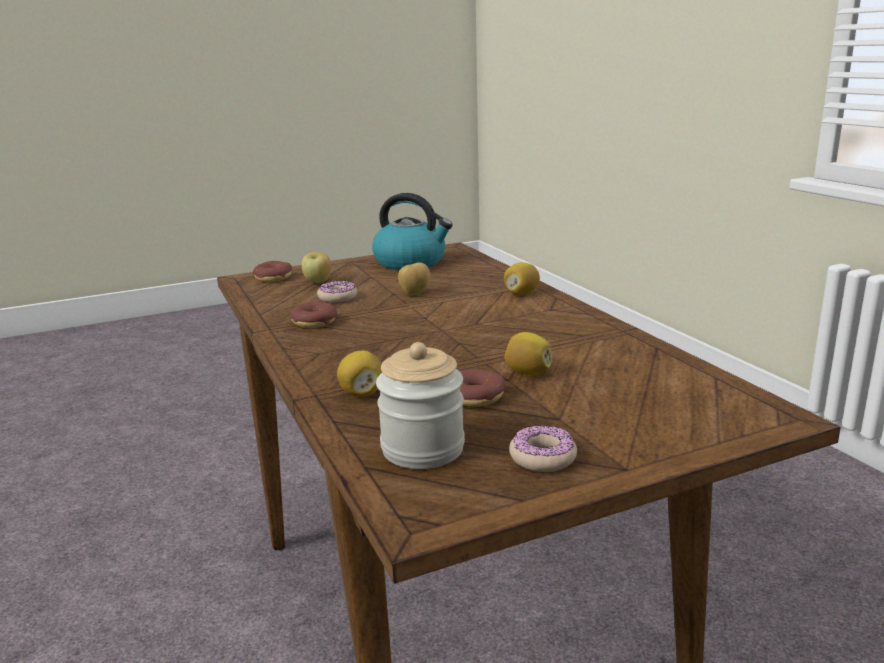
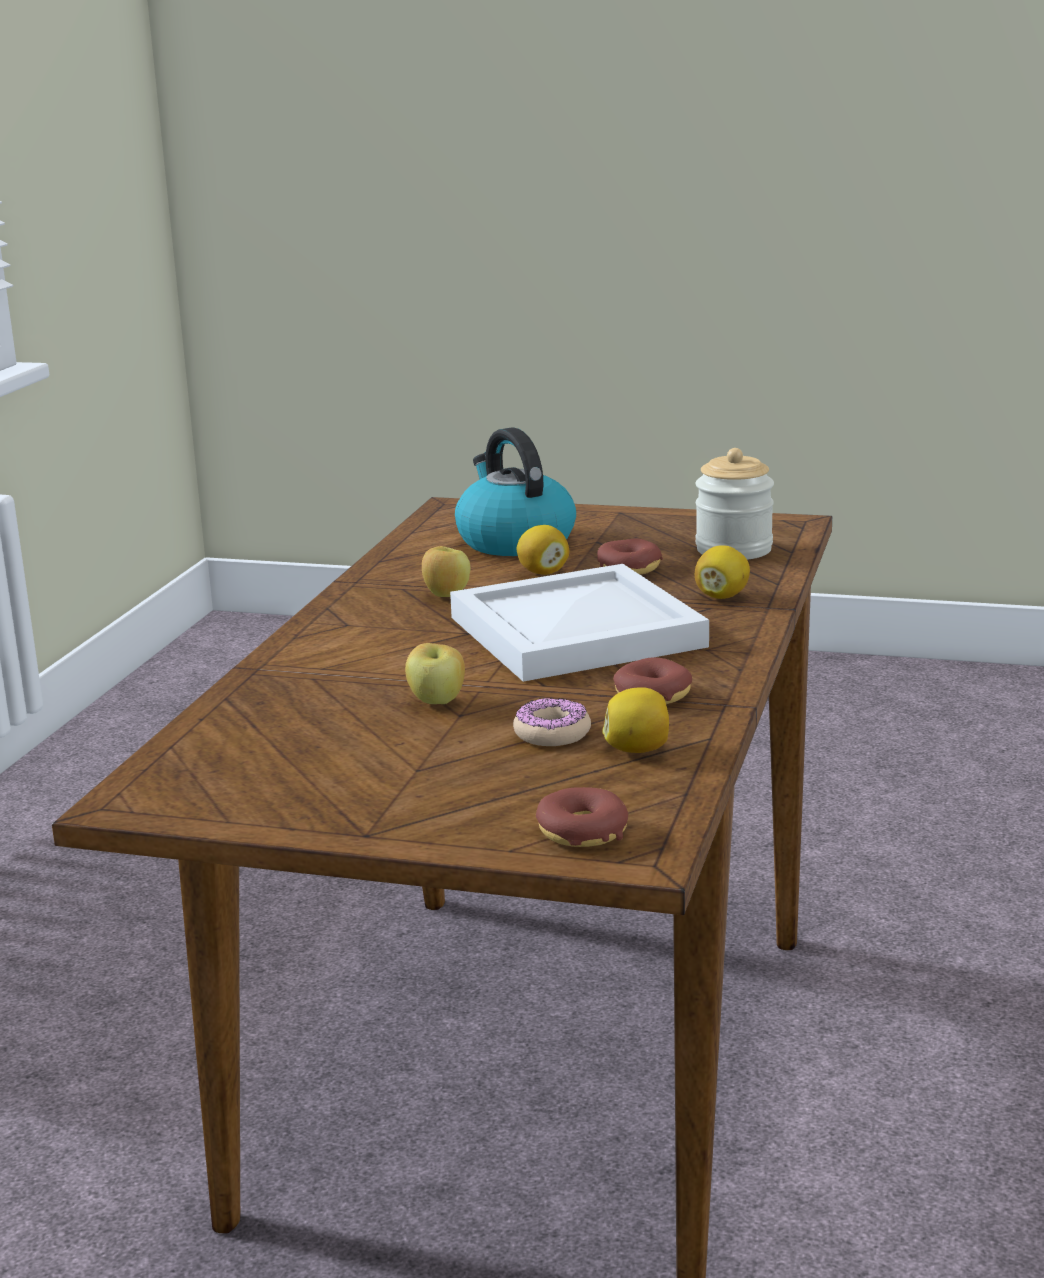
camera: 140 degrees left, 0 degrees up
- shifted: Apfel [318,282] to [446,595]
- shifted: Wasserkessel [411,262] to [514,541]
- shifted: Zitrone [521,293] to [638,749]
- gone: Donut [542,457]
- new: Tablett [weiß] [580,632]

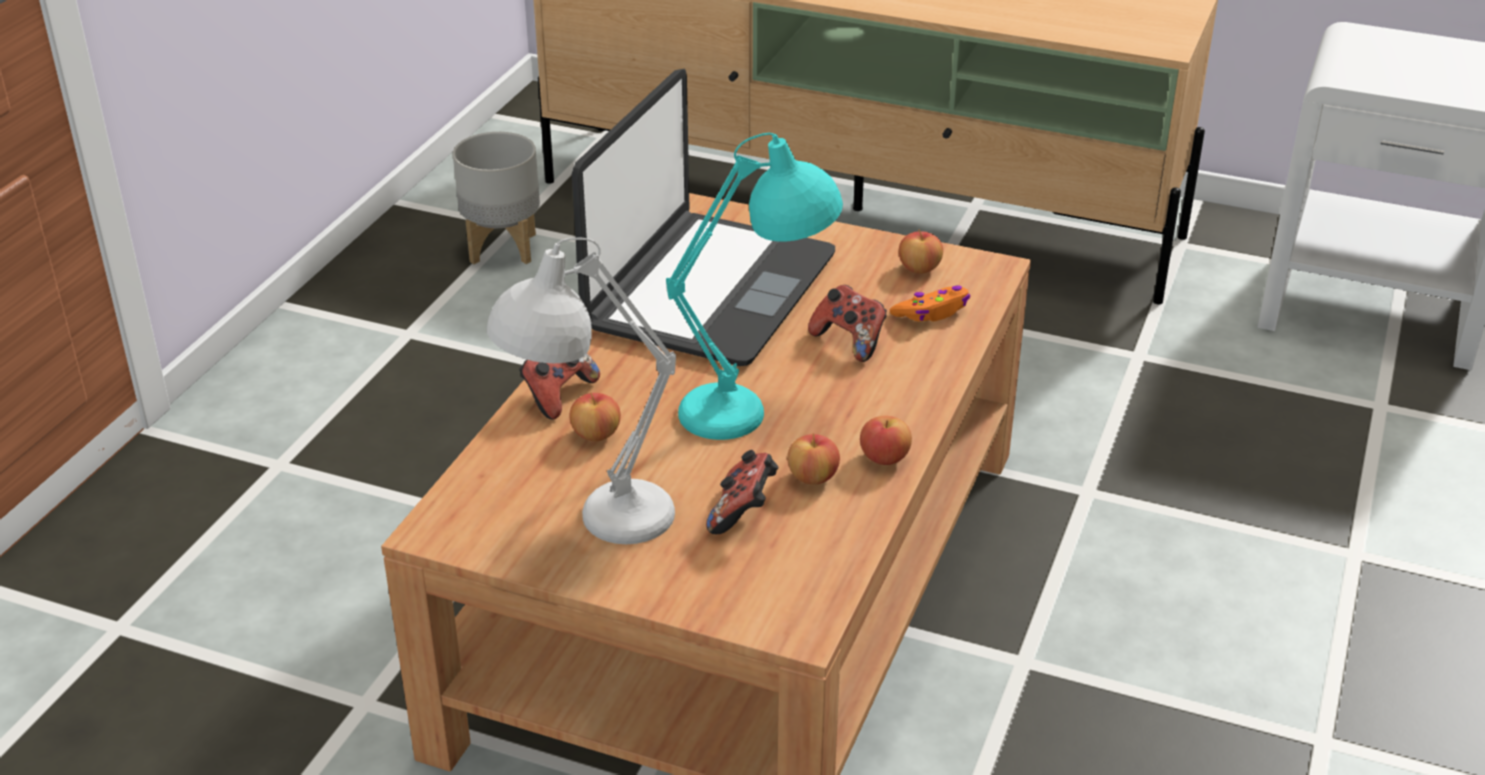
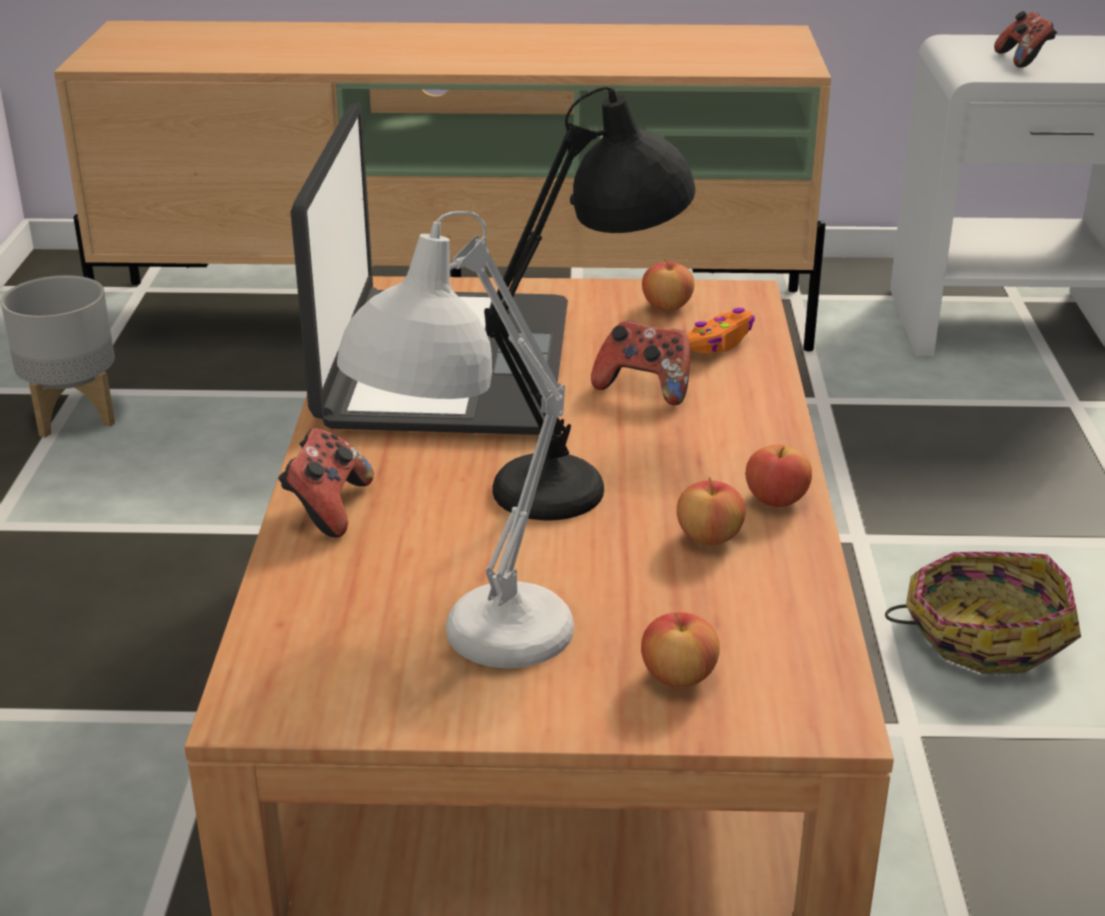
camera: 20 degrees left, 5 degrees down
- shifted: Apfel [596,434] to [678,676]
- repainted: Tischlampe [türkis] [757,410] to Tischlampe [schwarz] [589,478]
- shifted: Gamepad [743,513] to [1023,60]
- new: Korb [983,633]

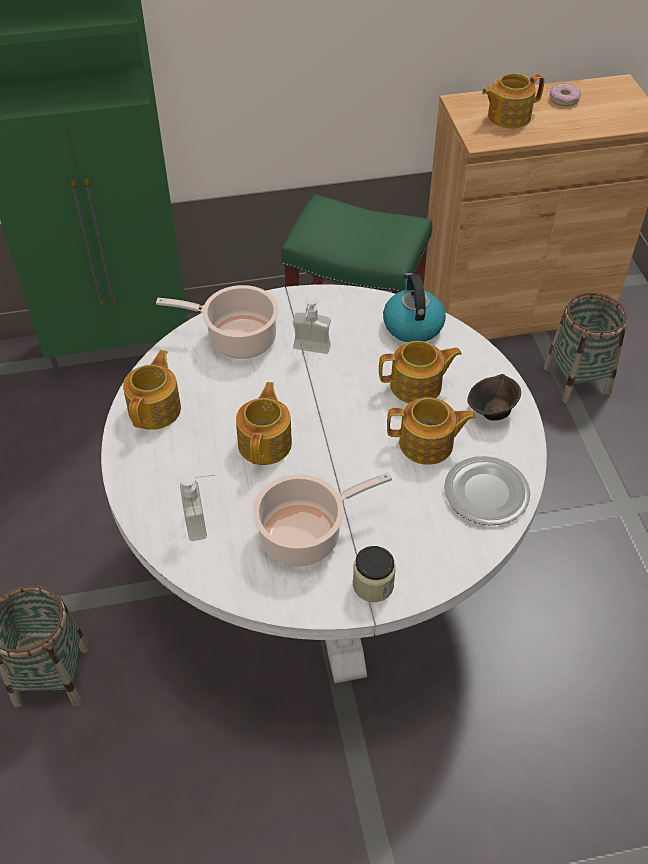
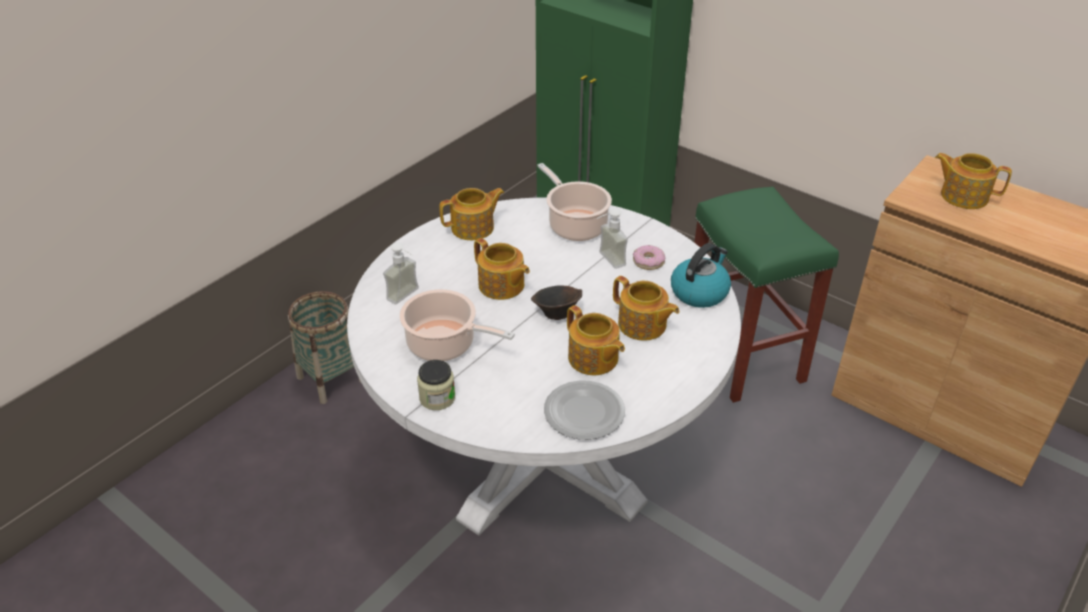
camera: 50 degrees right, 10 degrees down
- rotated: Teekanne [266,443] = [501,286] 75 degrees clockwise
- shifted: Schüssel [braun] [491,412] to [556,314]
- gone: Korb [577,380]
- shifted: Donut [564,99] to [648,262]

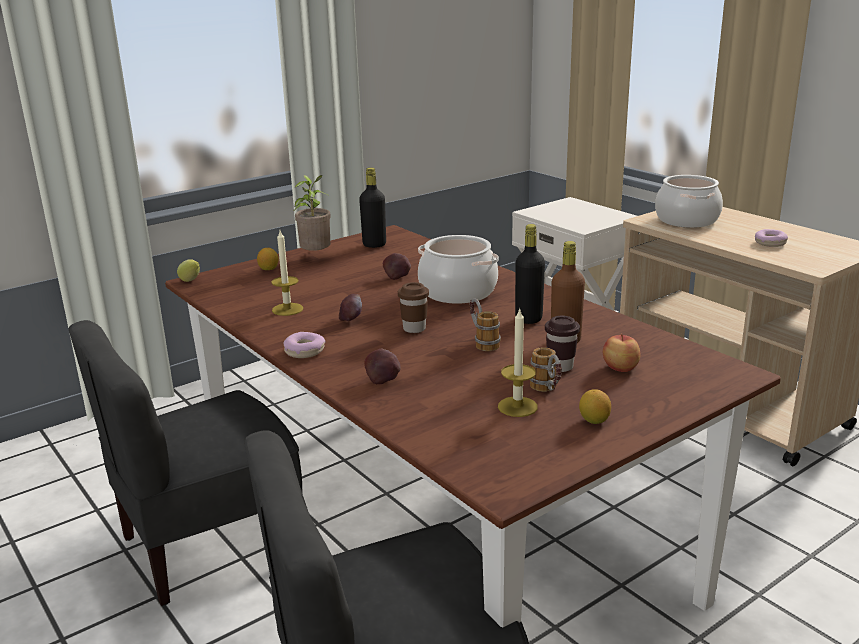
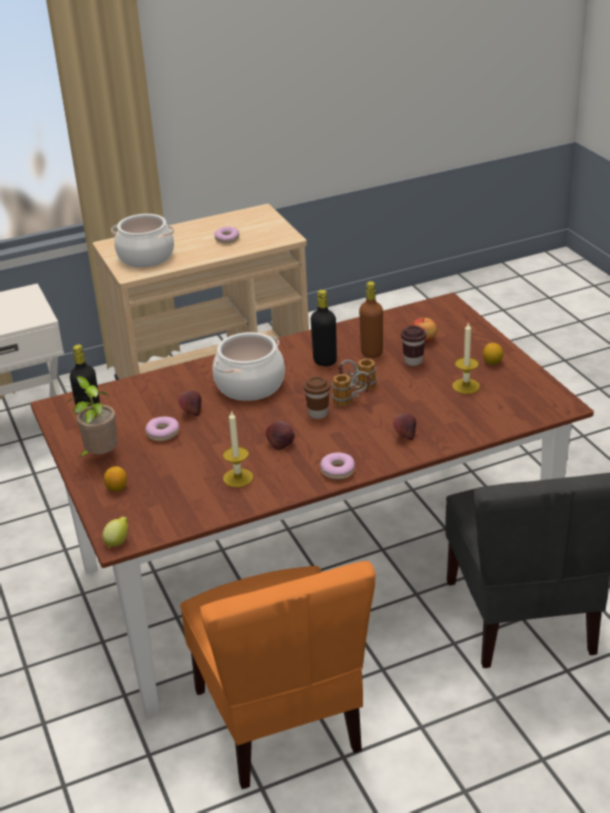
camera: 75 degrees left, 10 degrees up
- repainted: Stuhl [grau] [210,545] to Stuhl [orange] [280,720]
- shifted: Henkelbecher [547,391] to [351,400]
- new: Donut [163,433]

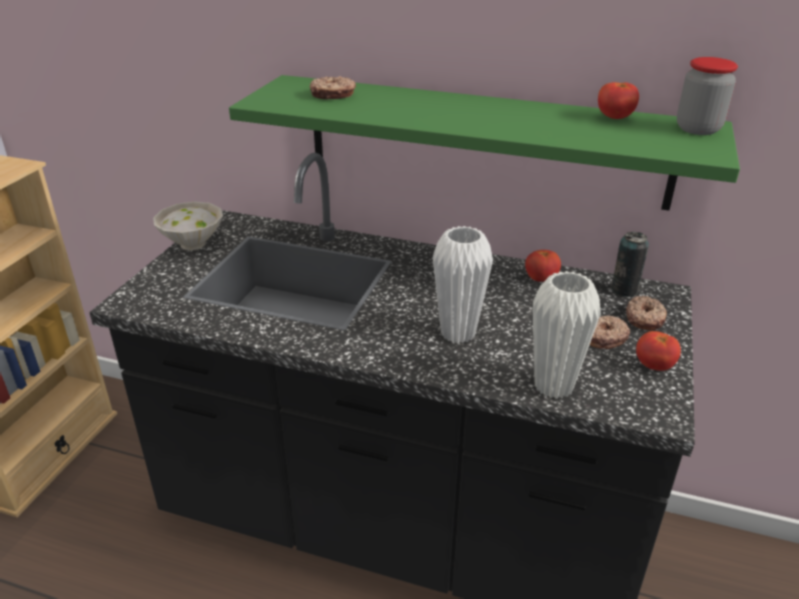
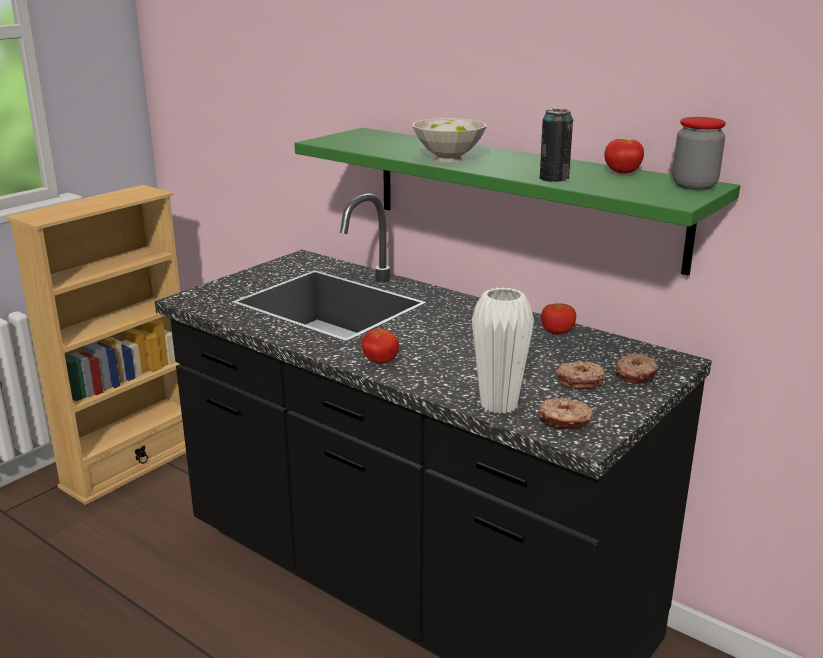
camera: 20 degrees right, 10 degrees down
- shifted: Schüssel [weiß] [191,244] to [447,159]
- shifted: Donut [332,95] to [564,421]
- gone: Vase [weiß] [458,333]
- shifted: Dose [624,289] to [554,178]
- shifted: Tomate [654,366] to [380,361]

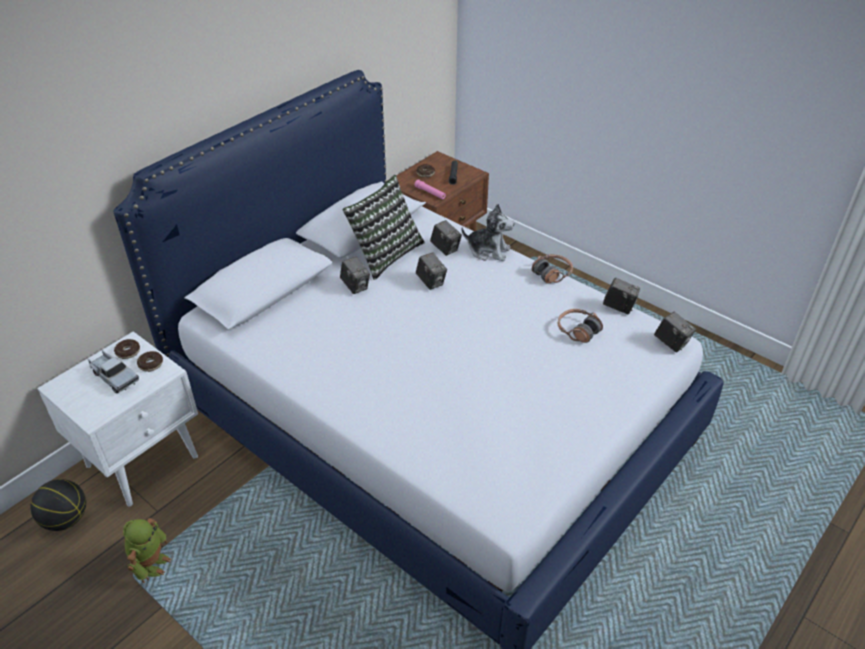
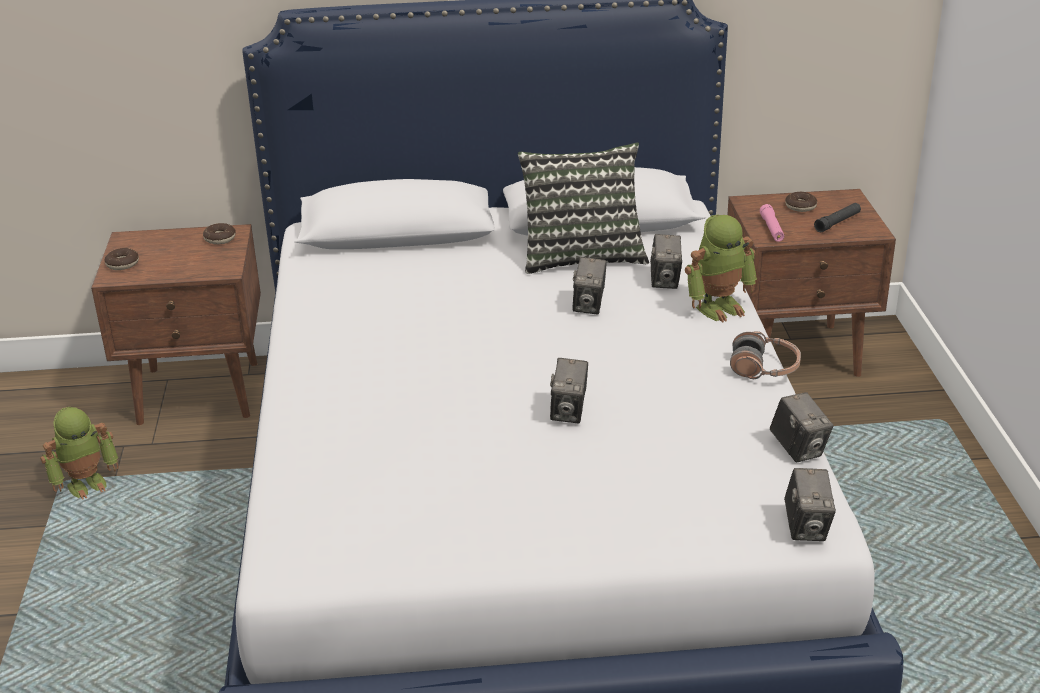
camera: 45 degrees right, 10 degrees down
- gone: Basketball [66,519]
- repainted: Nachttisch [weiß] [144,460] to Nachttisch [braun] [200,393]
- gone: Spielzeuglaster [114,376]
- shifted: Donut [151,364] to [122,264]
- shifted: Kamera [355,286] to [569,412]
- swapped: Plüschtier [488,251] to Spielzeugroboter [718,307]
- gone: Kopfhörer [578,330]

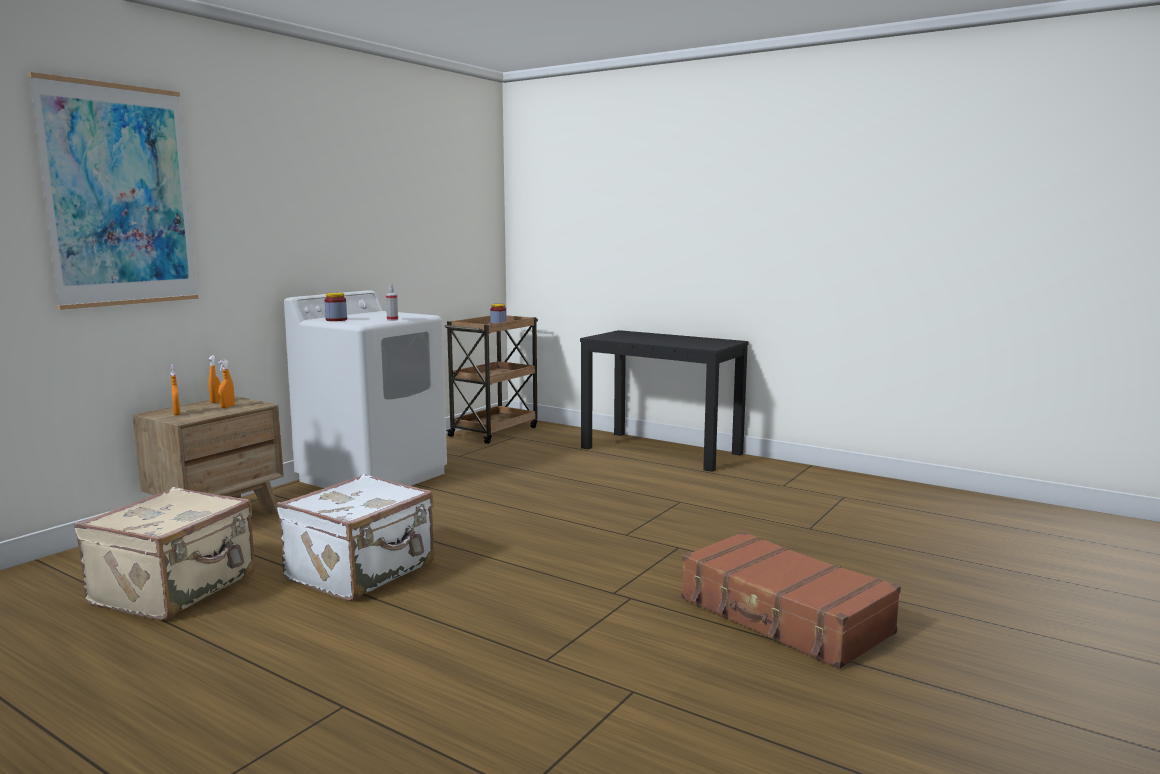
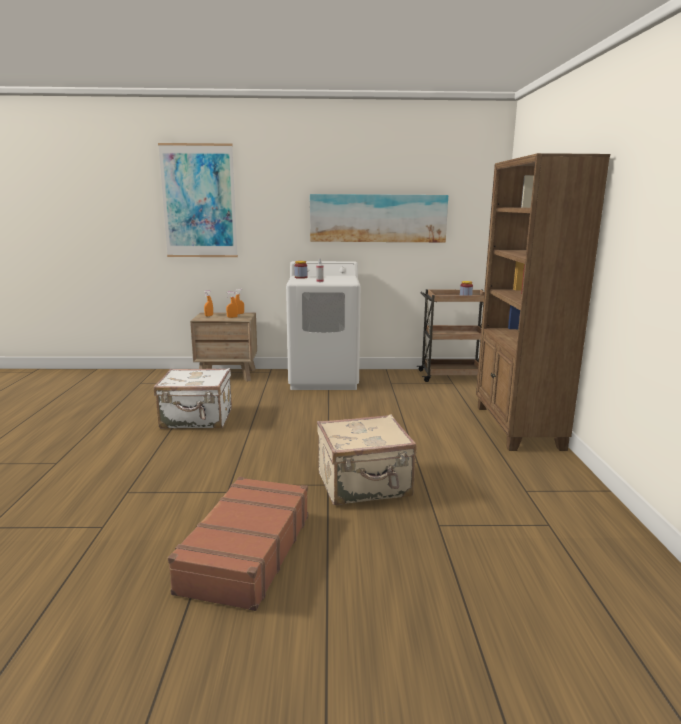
camera: 55 degrees right, 5 degrees up
- shifted: Koffer [beige] [177,589] to [364,485]
- swapped: Konsolentisch [schwarz] [661,451] to Bücherregal [braun] [517,427]
- new: Bild [378,218]

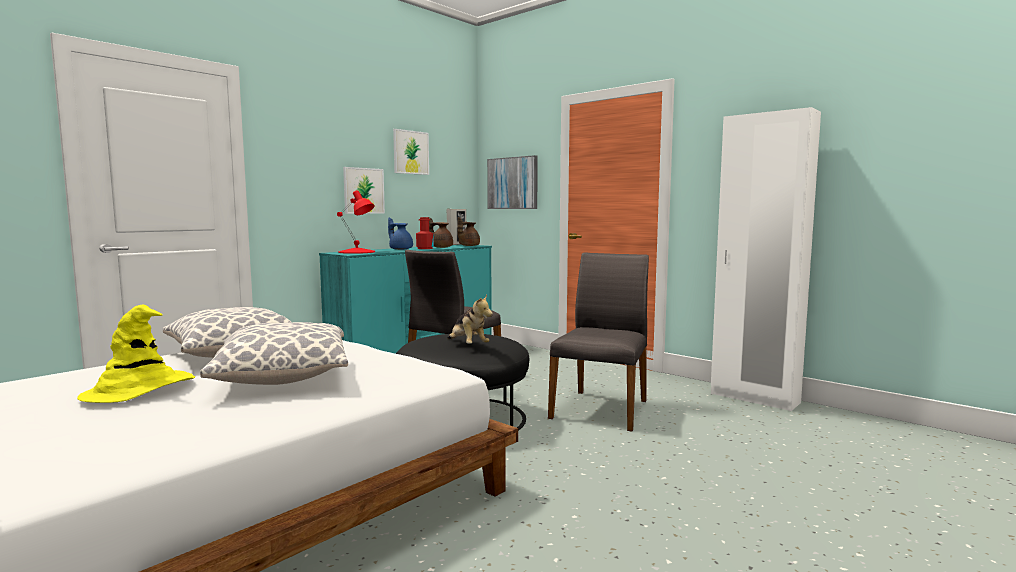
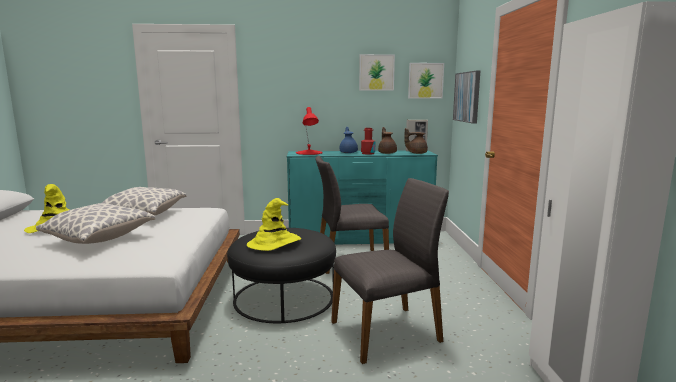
camera: 45 degrees right, 5 degrees up
- shifted: Bild [363,191] to [425,80]
- swapped: Plüschtier [468,345] to Hut [gelb] [274,243]

